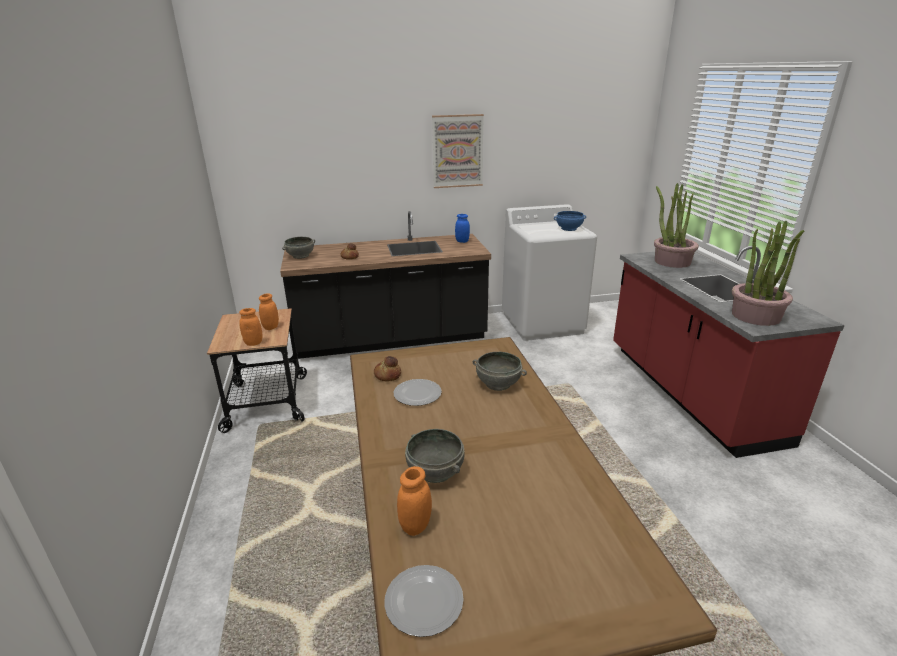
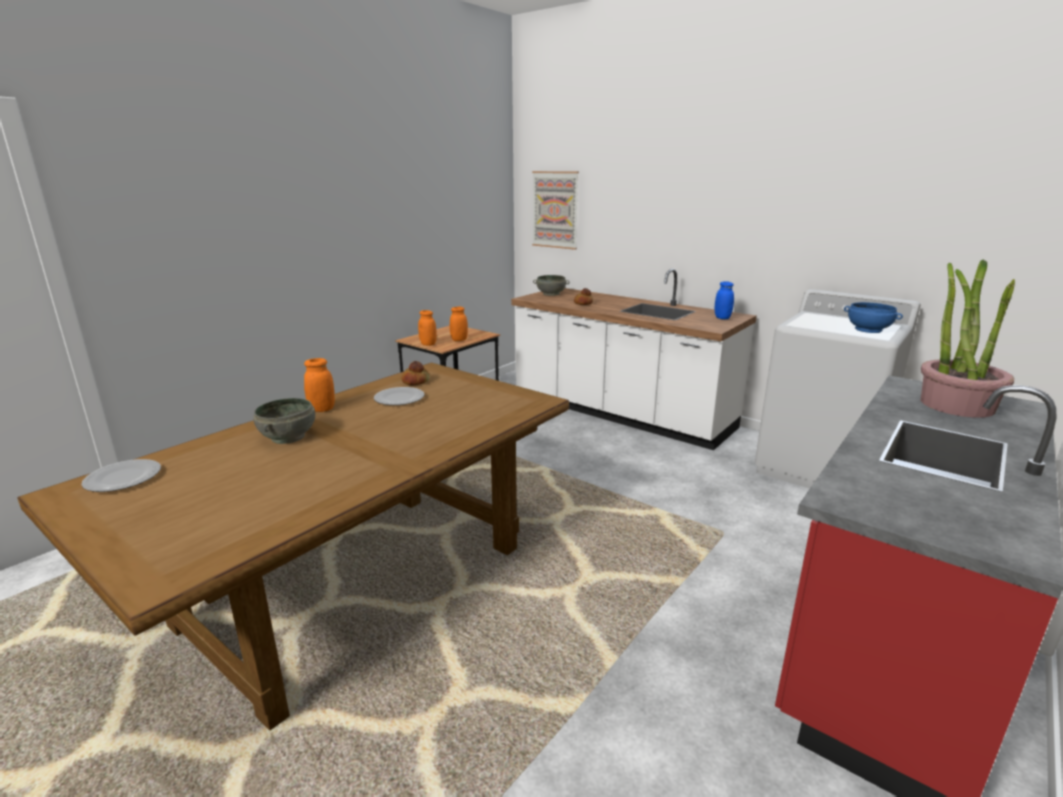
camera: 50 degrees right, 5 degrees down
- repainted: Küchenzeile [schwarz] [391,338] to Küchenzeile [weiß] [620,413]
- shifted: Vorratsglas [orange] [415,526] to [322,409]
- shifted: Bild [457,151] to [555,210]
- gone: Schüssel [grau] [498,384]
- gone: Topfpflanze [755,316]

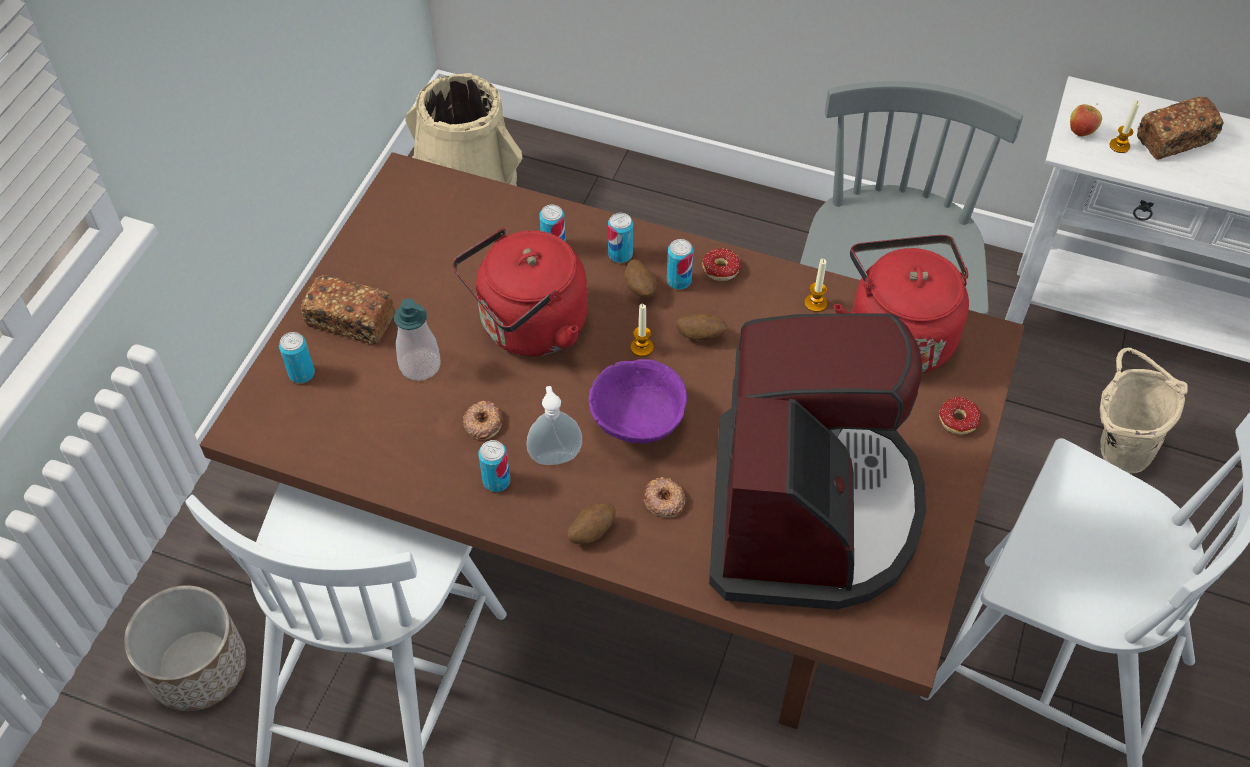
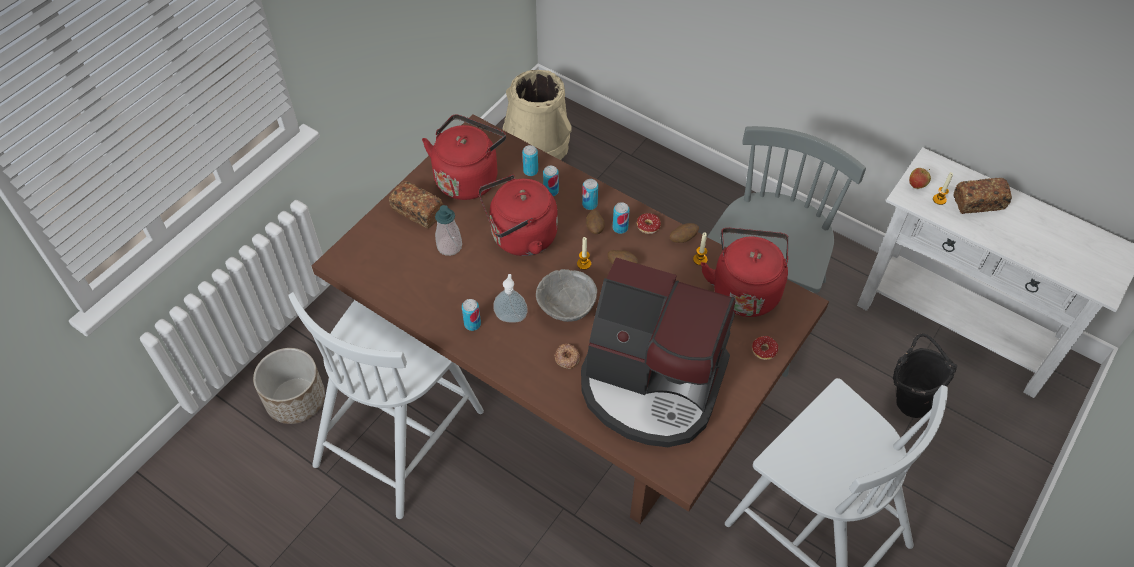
camera: 15 degrees right, 0 degrees up
- shifted: Dose [302,373] to [530,171]
- gone: Donut [483,423]
- shifted: Kartoffel [591,532] to [683,238]
- repainted: Schüssel [lila] [637,422] to Schüssel [grau] [566,308]
- rotated: Kaffeemaschine [809,512] = [651,385] 90 degrees clockwise
- repainted: Eimer [beige] [1116,447] to Eimer [schwarz] [908,398]
- new: Wasserkessel [rot] [468,177]

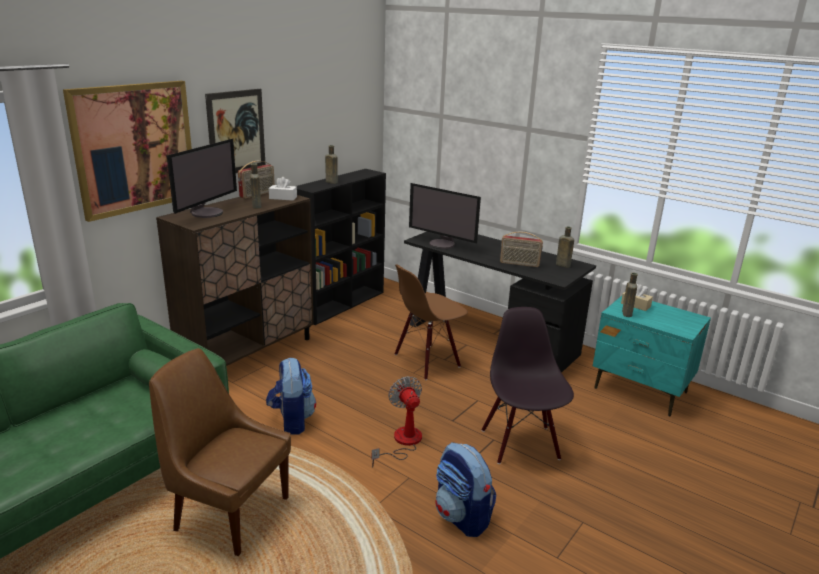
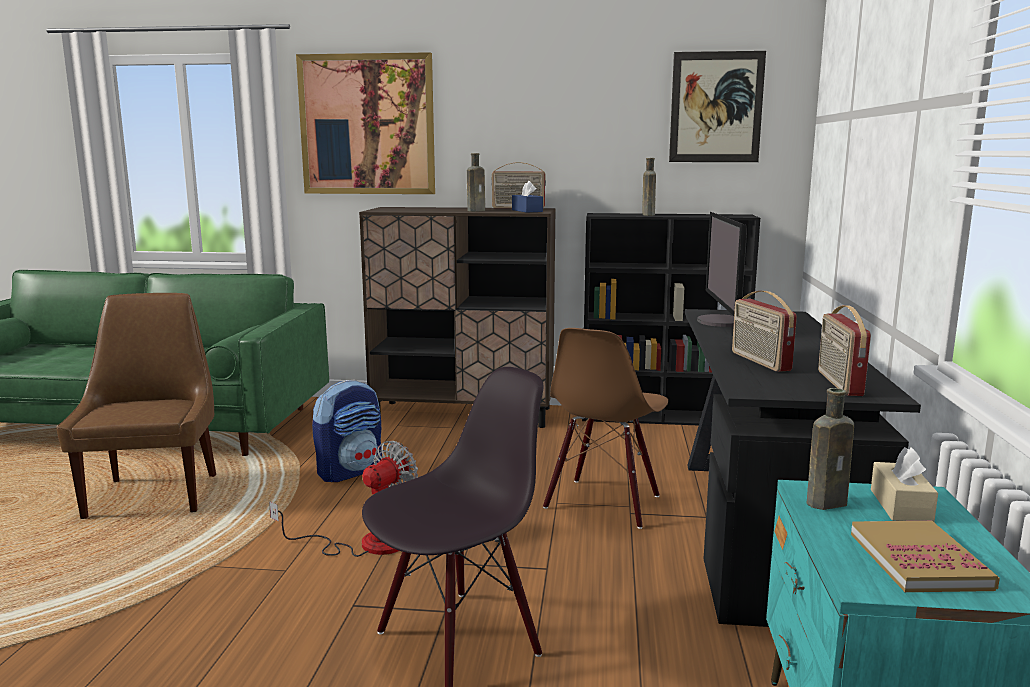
camera: 60 degrees right, 10 degrees down
- gone: Monitor [207,213]
- shifted: Bild [236,132] to [716,107]
- repainted: Taschentuchbox [weiß] [283,198] to Taschentuchbox [blau] [527,211]
- rotated: Stuhl [braun] [427,361] = [603,503] 90 degrees counterclockwise
- gone: Rucksack [462,517]
- swapped: Flasche [braun] [562,265] to Radio [838,383]
- new: Buch [919,560]

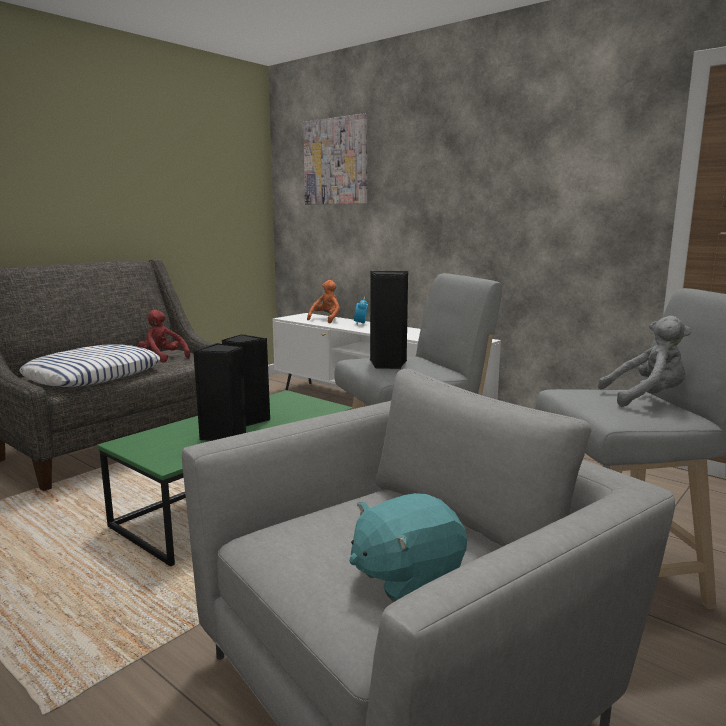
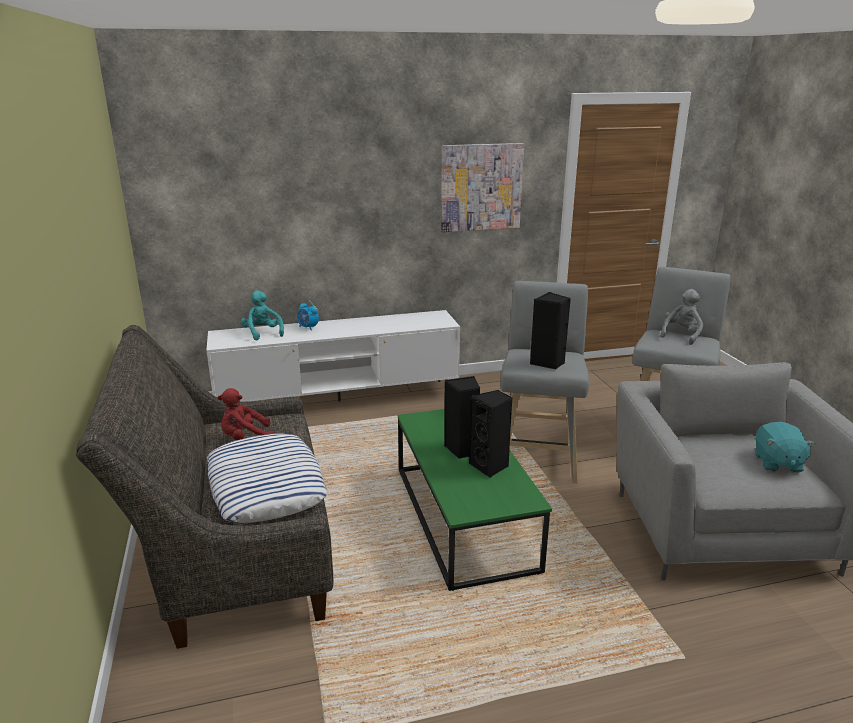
camera: 55 degrees left, 10 degrees up
- shifted: Bild [336,161] to [481,187]
- repainted: Plüschtier [orange] [326,319] to Plüschtier [türkis] [262,333]

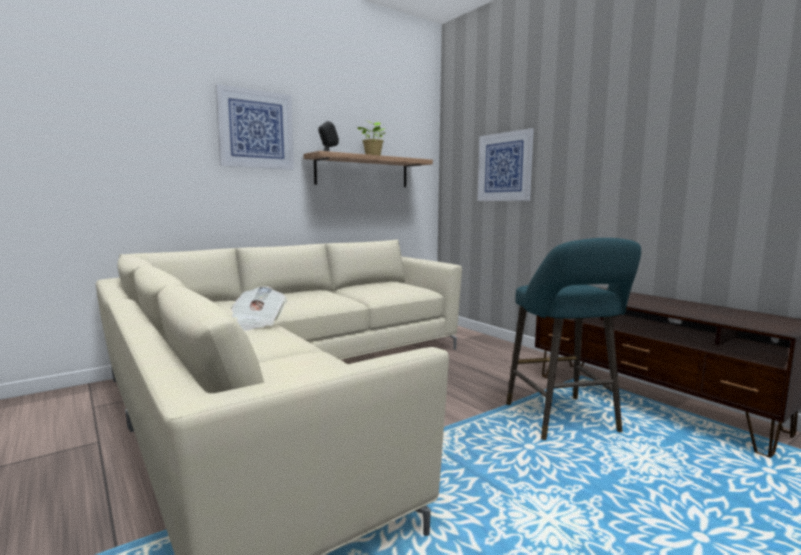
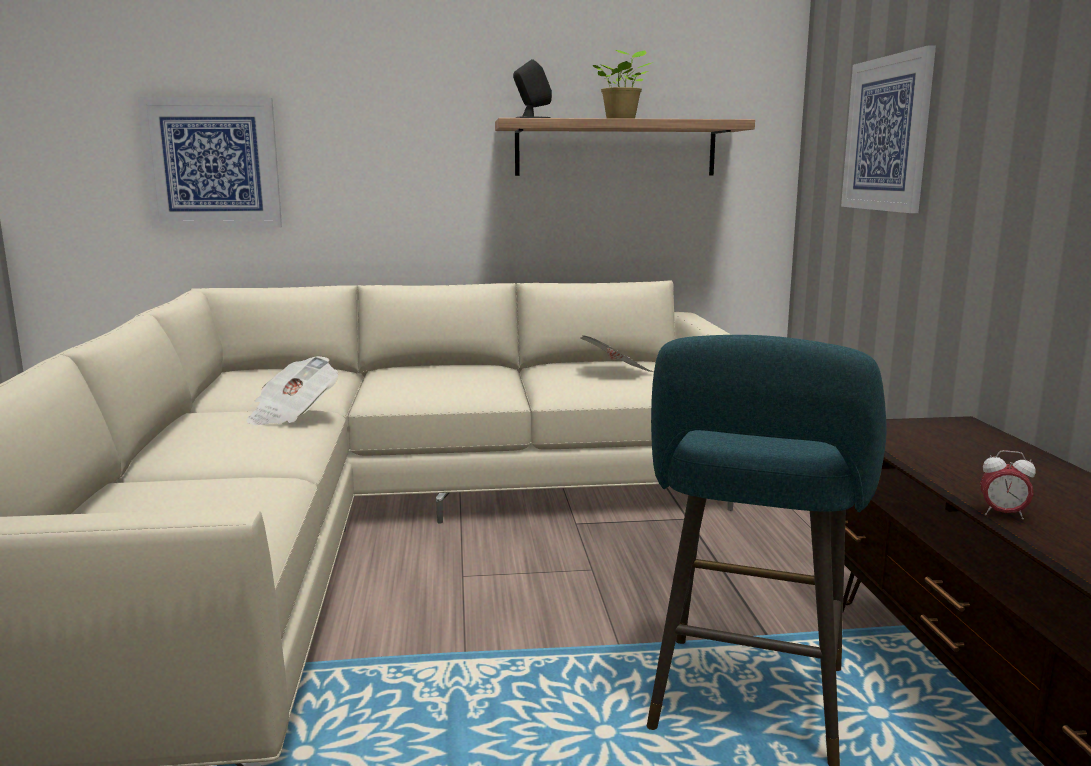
camera: 30 degrees right, 5 degrees up
- shifted: Bild [256,129] to [212,163]
- new: Zeitung [616,374]
- new: Wecker [1002,514]

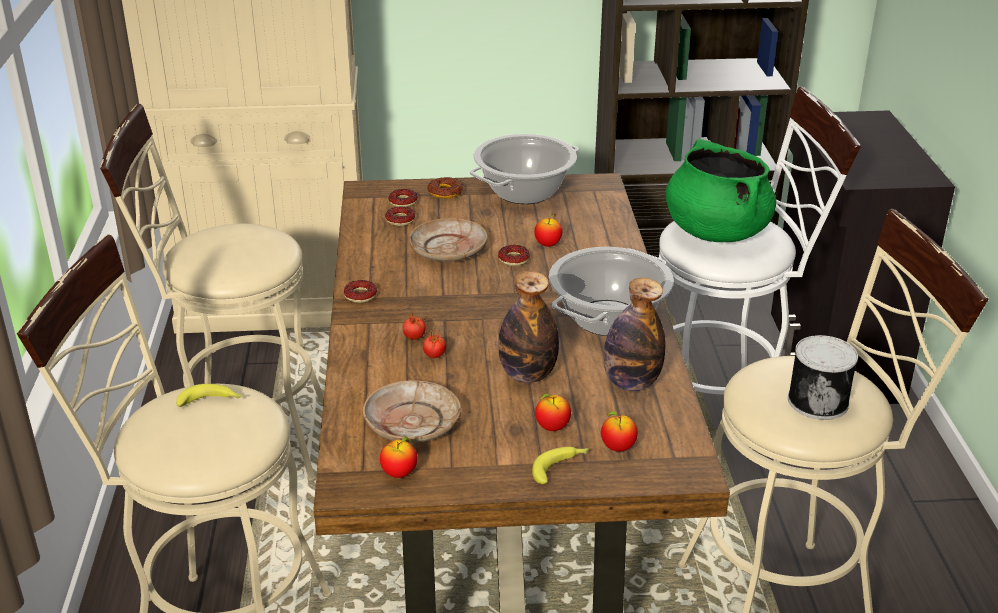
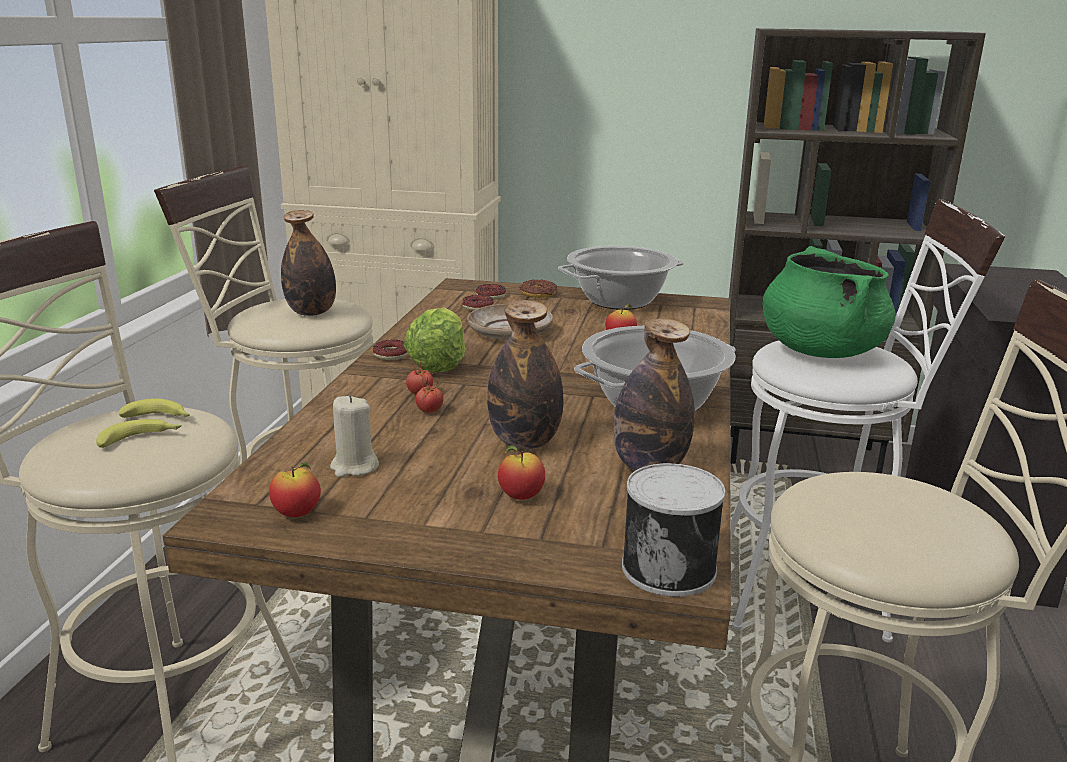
camera: 15 degrees right, 10 degrees down
- swapped: Teller [beige] [412,423] to Kerze [beige] [354,467]
- gone: Donut [513,259]
- shifted: Banane [560,467] to [141,439]
- gone: Apfel [618,447]
- shifted: Dose [818,400] to [670,567]
- new: Flasche [311,312]
- new: Salatkopf [438,364]

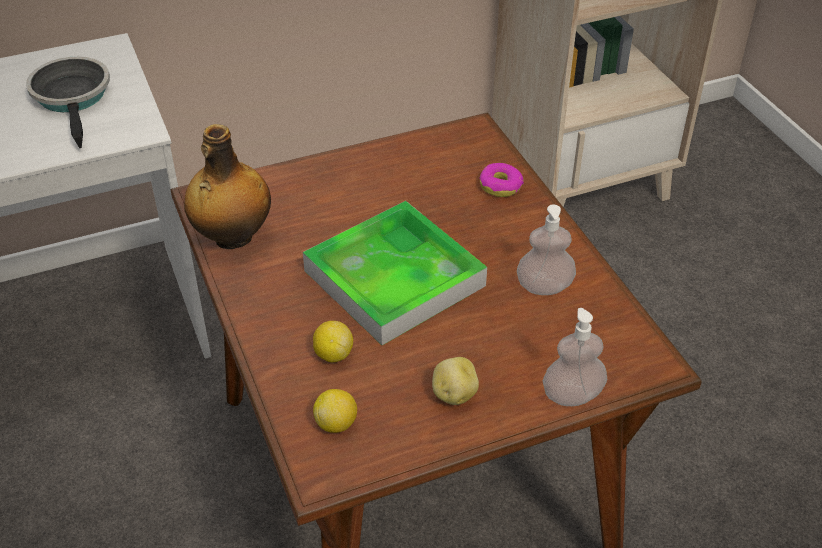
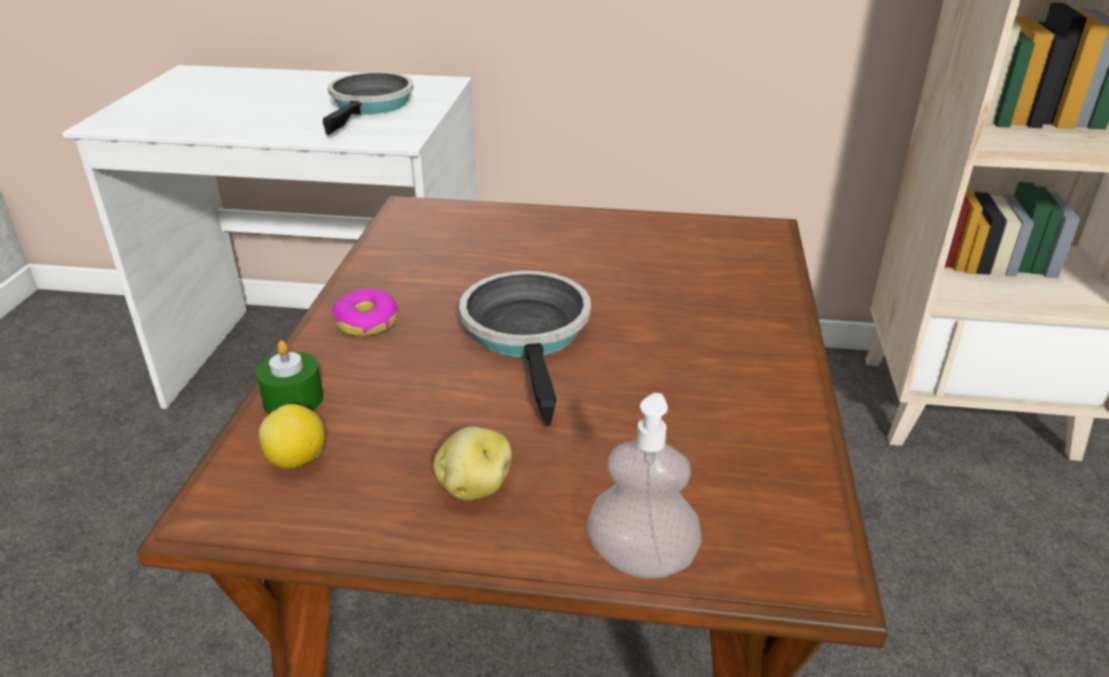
camera: 30 degrees right, 10 degrees down
- gone: Flasche [232,238]
- swapped: Tablett [394,278] to Pfanne [528,335]
- gone: Zitrone [333,354]
- shifted: Donut [500,186] to [366,322]
- gone: Seifenspender [544,287]
- new: Kerze [grün] [293,400]

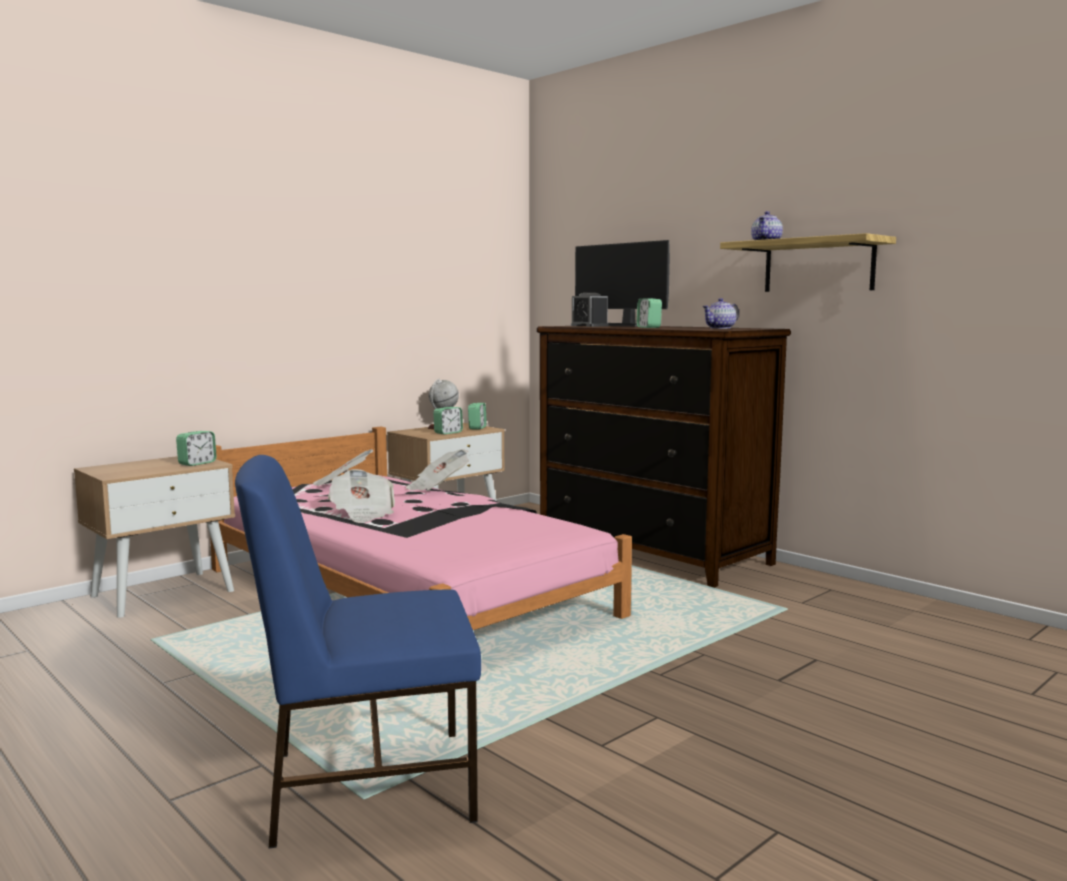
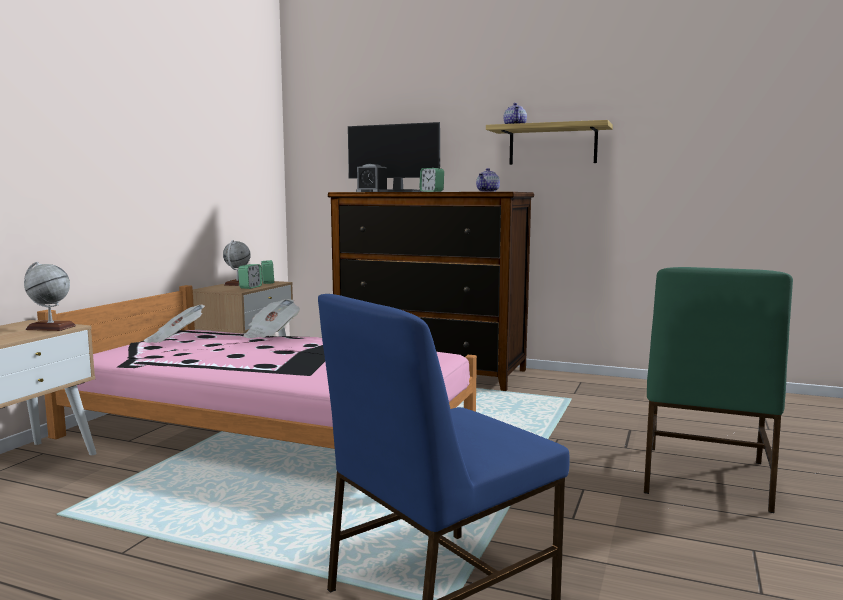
camera: 25 degrees left, 0 degrees up
- swapped: Wecker [197,463] to Globus [50,328]
- gone: Zeitung [362,514]
- new: Stuhl [grün] [703,478]

